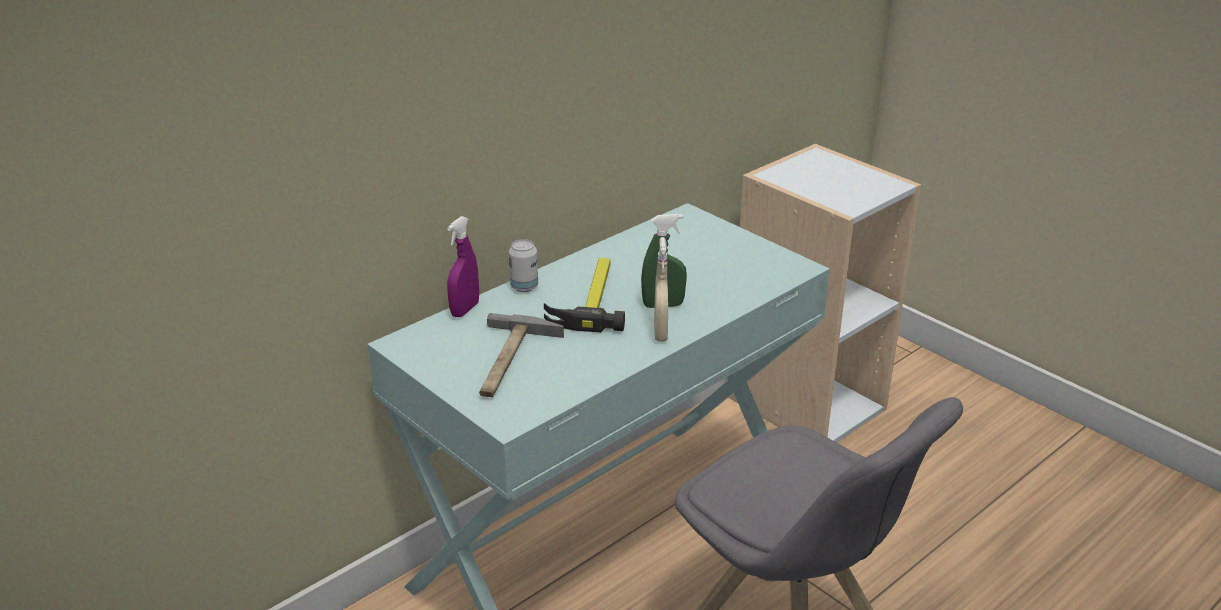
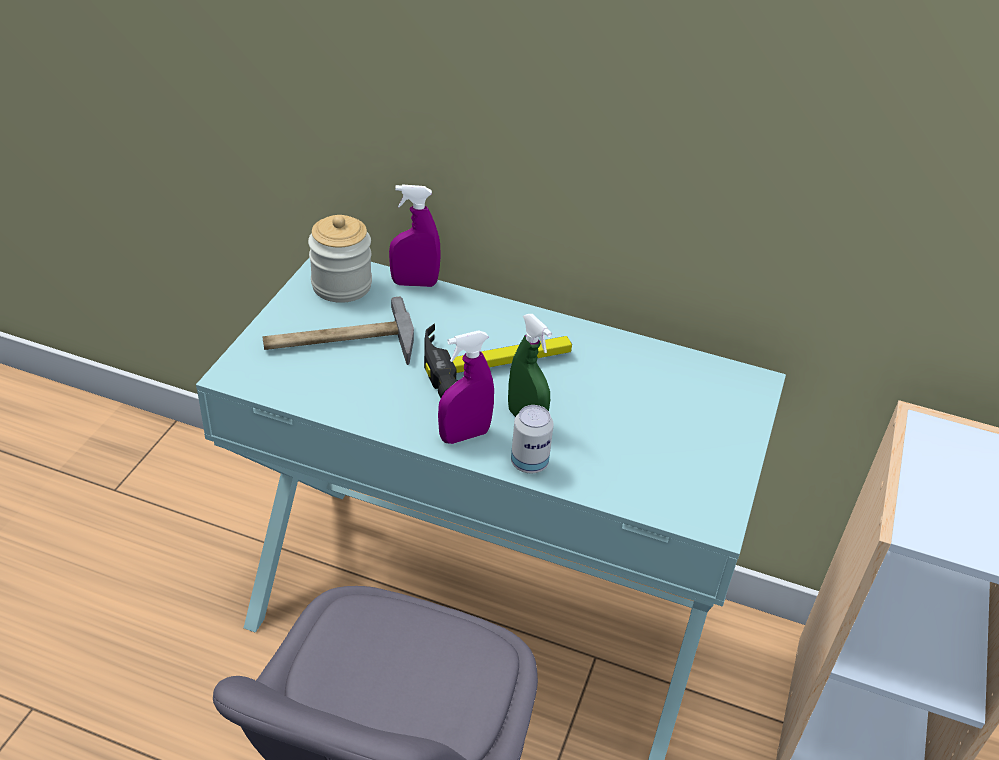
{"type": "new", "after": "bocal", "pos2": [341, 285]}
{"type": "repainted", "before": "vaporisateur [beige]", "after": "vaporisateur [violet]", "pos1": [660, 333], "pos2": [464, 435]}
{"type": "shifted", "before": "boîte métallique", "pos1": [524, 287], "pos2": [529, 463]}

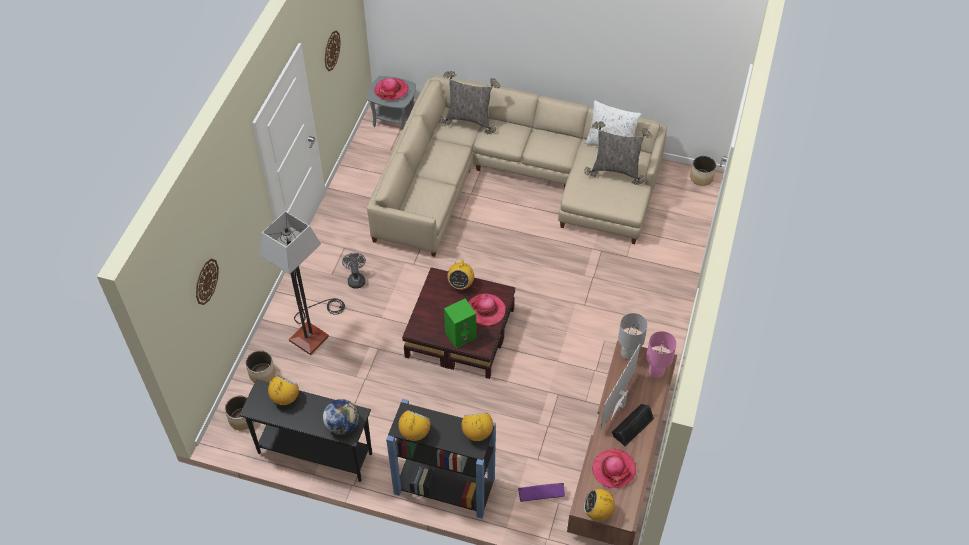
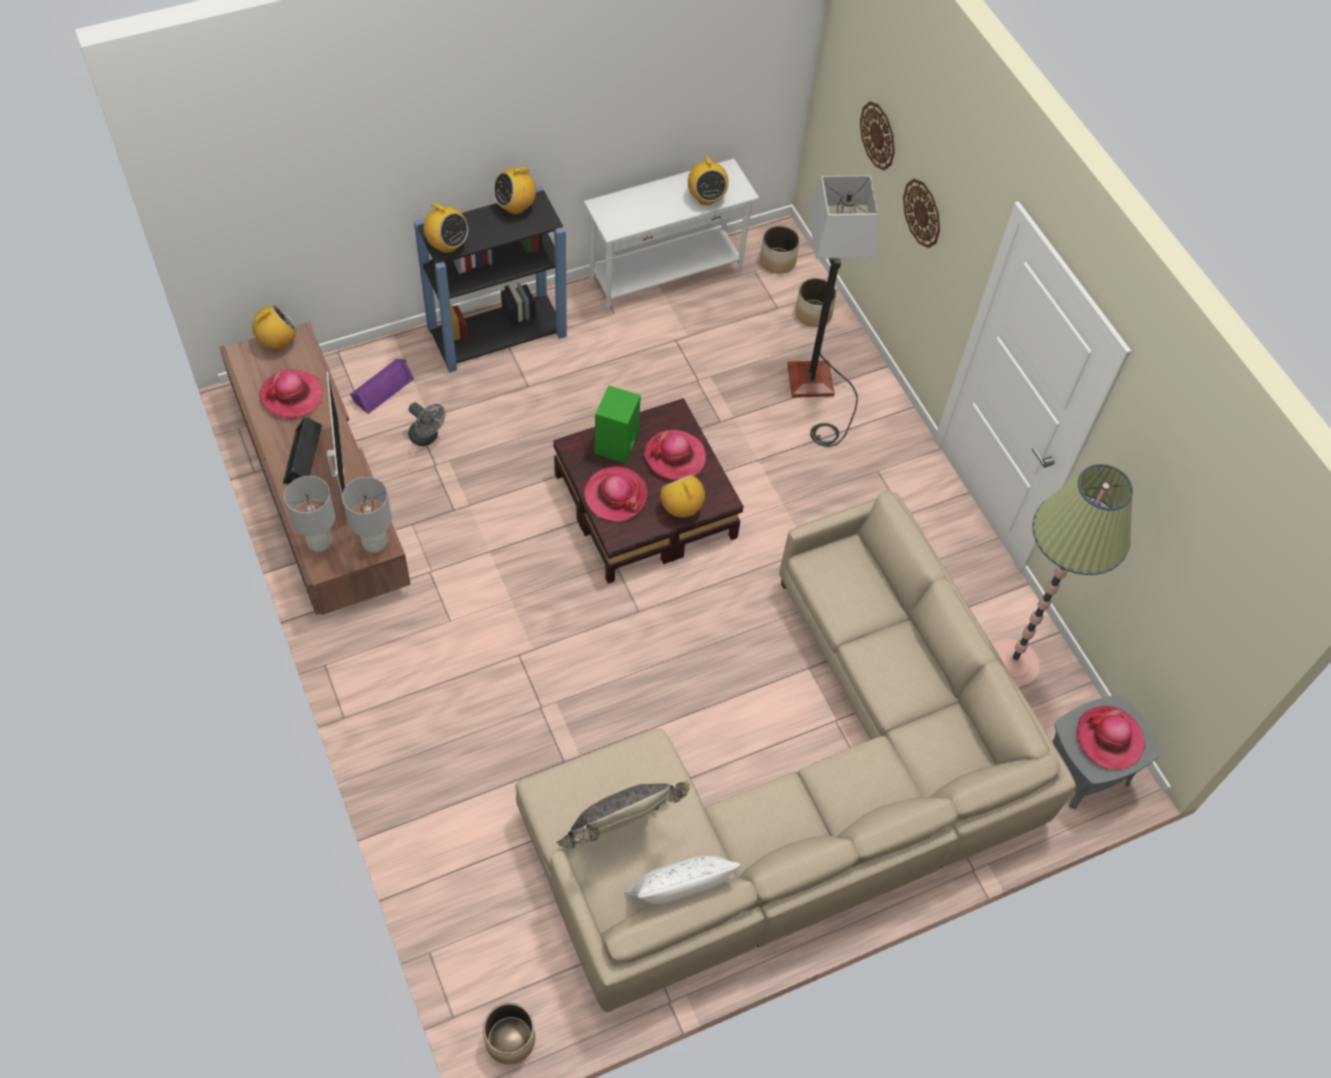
{"type": "repainted", "before": "lampe de table [rose]", "after": "lampe de table [gris]", "pos1": [656, 373], "pos2": [319, 543]}
{"type": "shifted", "before": "ventilateur [gris]", "pos1": [356, 279], "pos2": [427, 437]}
{"type": "rotated", "before": "radio", "pos1": [415, 433], "pos2": [515, 206], "turn": 75}
{"type": "repainted", "before": "table console [noir]", "after": "table console [blanc]", "pos1": [314, 454], "pos2": [666, 276]}
{"type": "new", "after": "chapeau", "pos2": [675, 457]}
{"type": "shifted", "before": "horloge murale", "pos1": [331, 50], "pos2": [922, 213]}
{"type": "new", "after": "lampadaire", "pos2": [1012, 664]}
{"type": "gone", "before": "globe", "pos1": [342, 425]}
{"type": "gone", "before": "coussin", "pos1": [470, 123]}

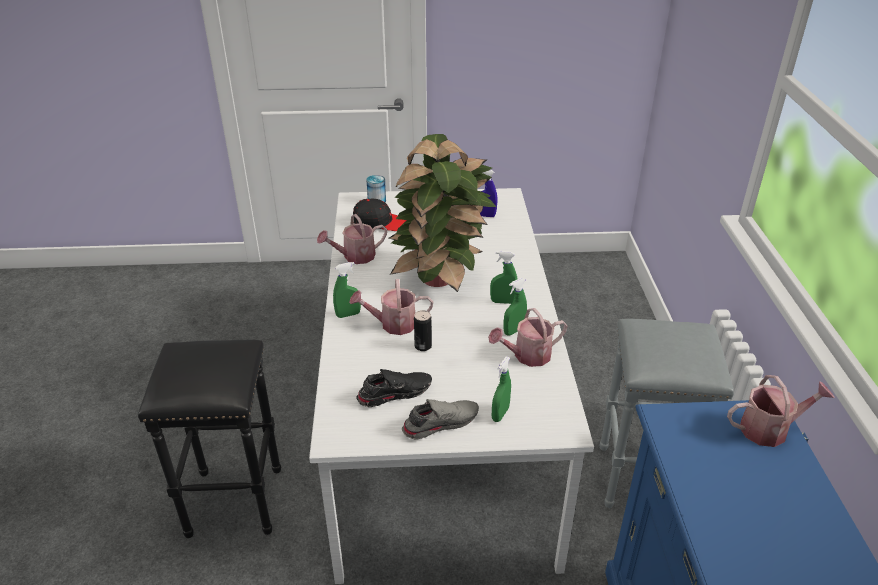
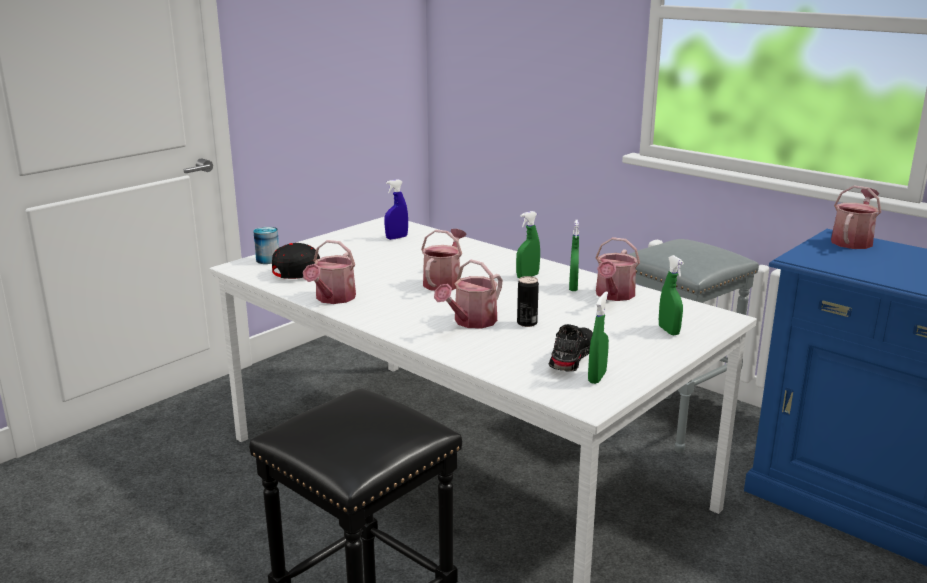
{"type": "swapped", "before": "plante en pot", "after": "arrosoir", "pos1": [440, 276], "pos2": [444, 282]}
{"type": "shifted", "before": "vaporisateur [vert]", "pos1": [348, 314], "pos2": [597, 377]}
{"type": "gone", "before": "chaussure [gris]", "pos1": [440, 422]}

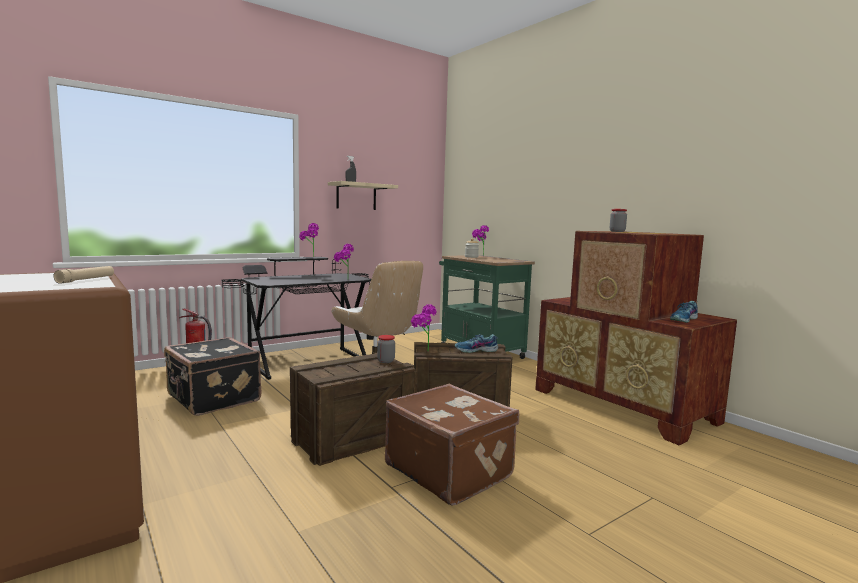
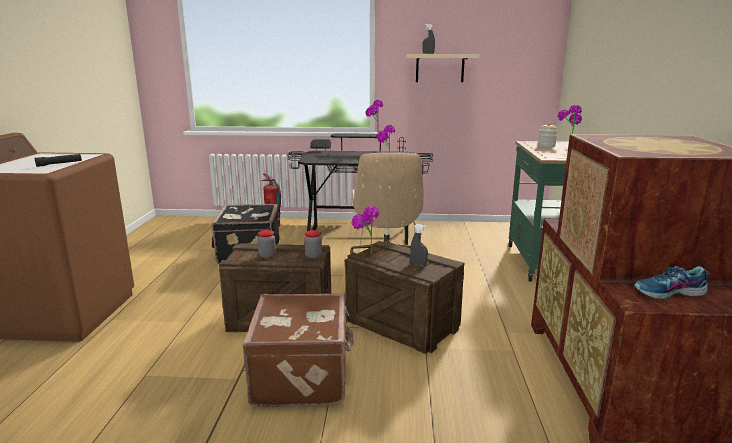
{"type": "repainted", "before": "lampe de poche [beige]", "after": "lampe de poche [noir]", "pos1": [86, 280], "pos2": [59, 164]}
{"type": "shifted", "before": "bocal", "pos1": [617, 231], "pos2": [267, 255]}
{"type": "swapped", "before": "chaussure", "after": "vaporisateur [gris]", "pos1": [476, 350], "pos2": [418, 264]}

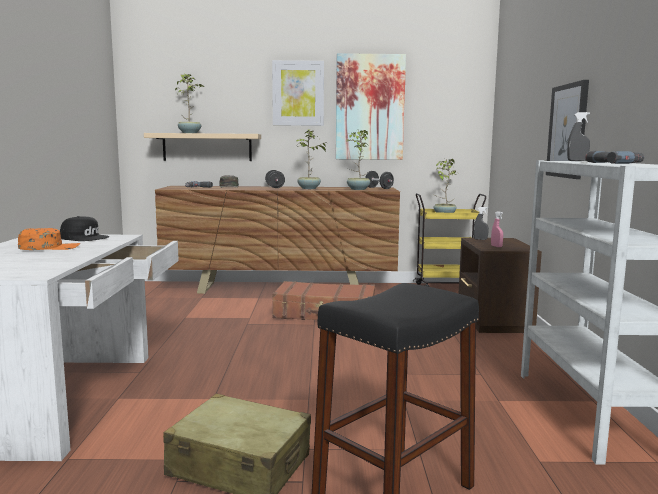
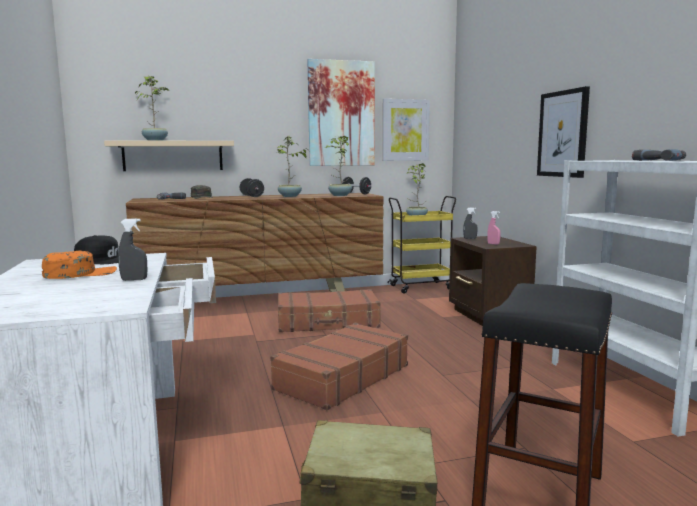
{"type": "shifted", "before": "vaporisateur [gris]", "pos1": [577, 160], "pos2": [134, 279]}
{"type": "new", "after": "valise [marron]", "pos2": [341, 377]}
{"type": "shifted", "before": "tableau", "pos1": [298, 93], "pos2": [405, 130]}

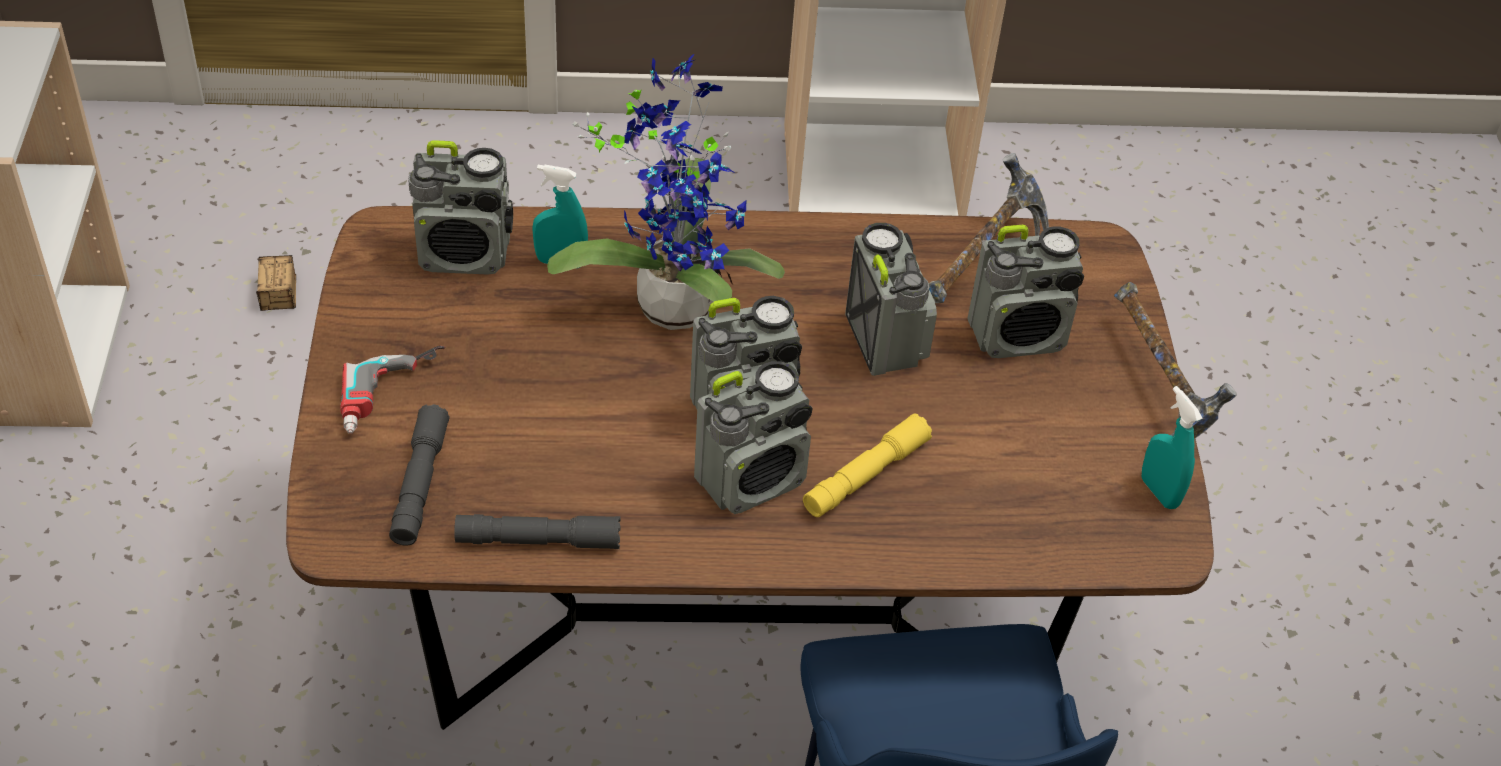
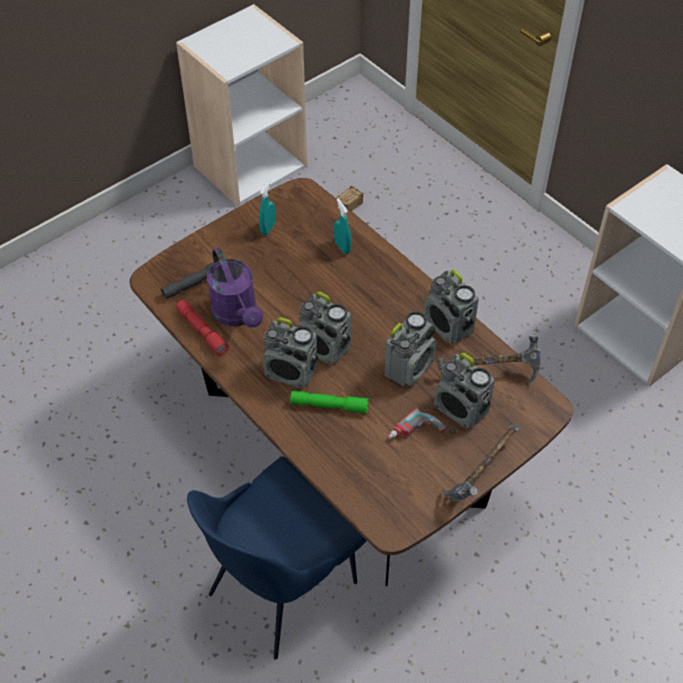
{"type": "repainted", "before": "lampe de poche [gris]", "after": "lampe de poche [rouge]", "pos1": [538, 540], "pos2": [202, 331]}
{"type": "new", "after": "arrosoir [violet]", "pos2": [238, 315]}
{"type": "shifted", "before": "vaporisateur [turquoise]", "pos1": [1159, 492], "pos2": [268, 228]}
{"type": "repainted", "before": "lampe de poche [jaune]", "after": "lampe de poche [vert]", "pos1": [865, 475], "pos2": [329, 406]}
{"type": "shifted", "before": "perceuse", "pos1": [394, 396], "pos2": [423, 437]}
{"type": "shifted", "before": "radio", "pos1": [465, 255], "pos2": [448, 326]}
{"type": "gone", "before": "plante en pot", "pos1": [673, 299]}

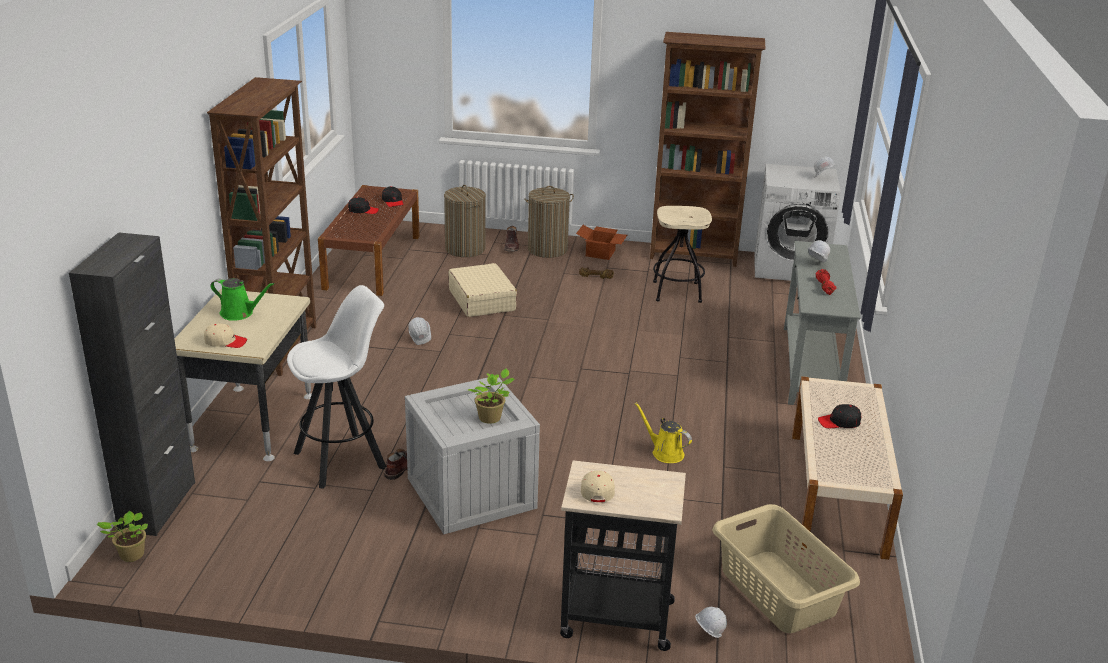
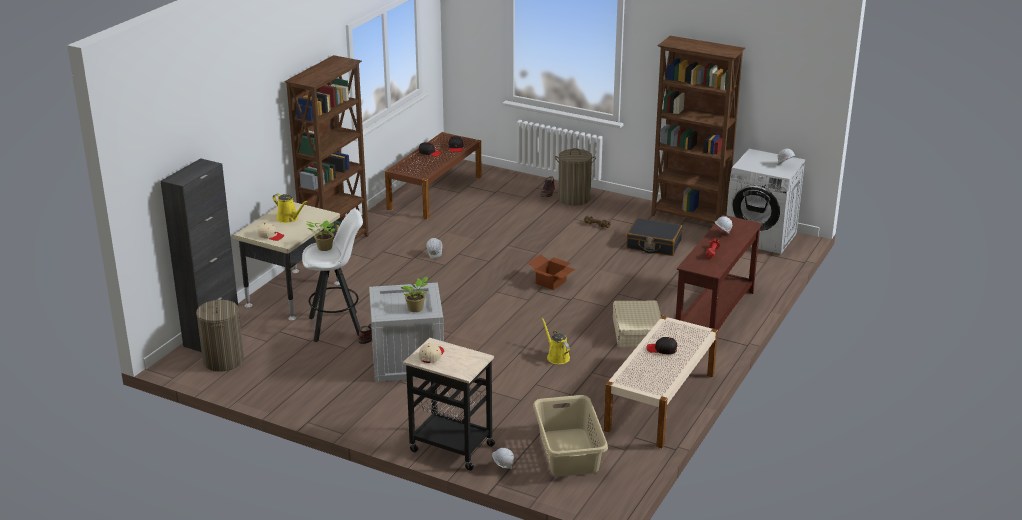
{"type": "shifted", "before": "panier à linge", "pos1": [465, 249], "pos2": [223, 360]}
{"type": "repainted", "before": "arrosoir [vert]", "after": "arrosoir [jaune]", "pos1": [239, 313], "pos2": [289, 218]}
{"type": "shifted", "before": "plante en pot", "pos1": [130, 555], "pos2": [323, 248]}
{"type": "shifted", "before": "carton", "pos1": [601, 253], "pos2": [551, 283]}
{"type": "shifted", "before": "valise [beige]", "pos1": [482, 300], "pos2": [637, 333]}
{"type": "swapped", "before": "tabouret [beige]", "after": "valise [noir]", "pos1": [677, 291], "pos2": [653, 244]}
{"type": "repainted", "before": "table console [gris]", "after": "table console [marron]", "pos1": [811, 367], "pos2": [715, 315]}

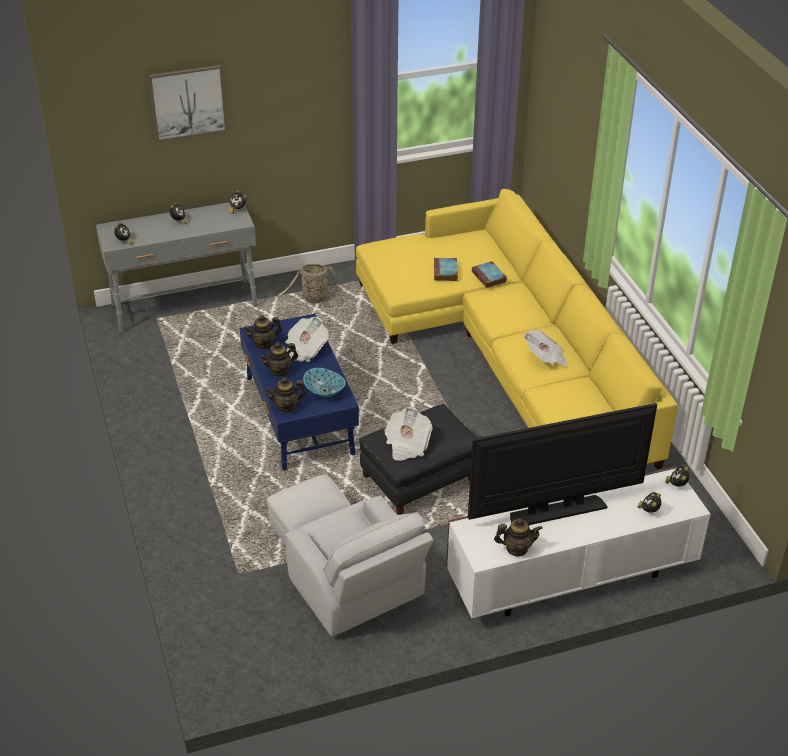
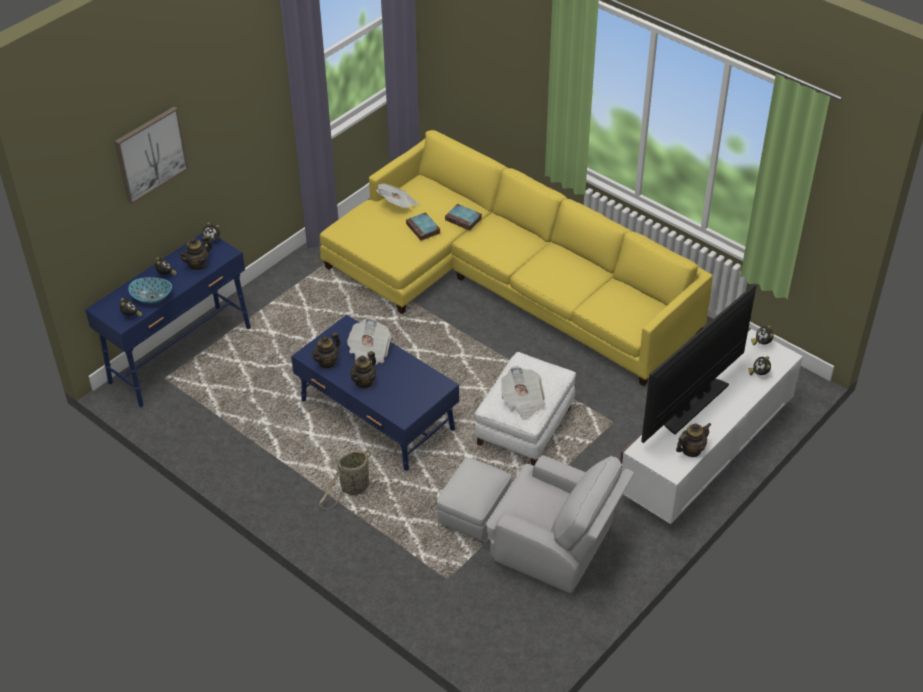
{"type": "repainted", "before": "table console [gris]", "after": "table console [bleu]", "pos1": [185, 307], "pos2": [181, 355]}
{"type": "shifted", "before": "bol", "pos1": [324, 390], "pos2": [152, 297]}
{"type": "shifted", "before": "théière", "pos1": [286, 407], "pos2": [198, 264]}
{"type": "shifted", "before": "panier", "pos1": [313, 299], "pos2": [353, 489]}
{"type": "shifted", "before": "journal", "pos1": [545, 358], "pos2": [398, 205]}
{"type": "repainted", "before": "pouf [noir]", "after": "pouf [blanc]", "pos1": [419, 479], "pos2": [525, 427]}

